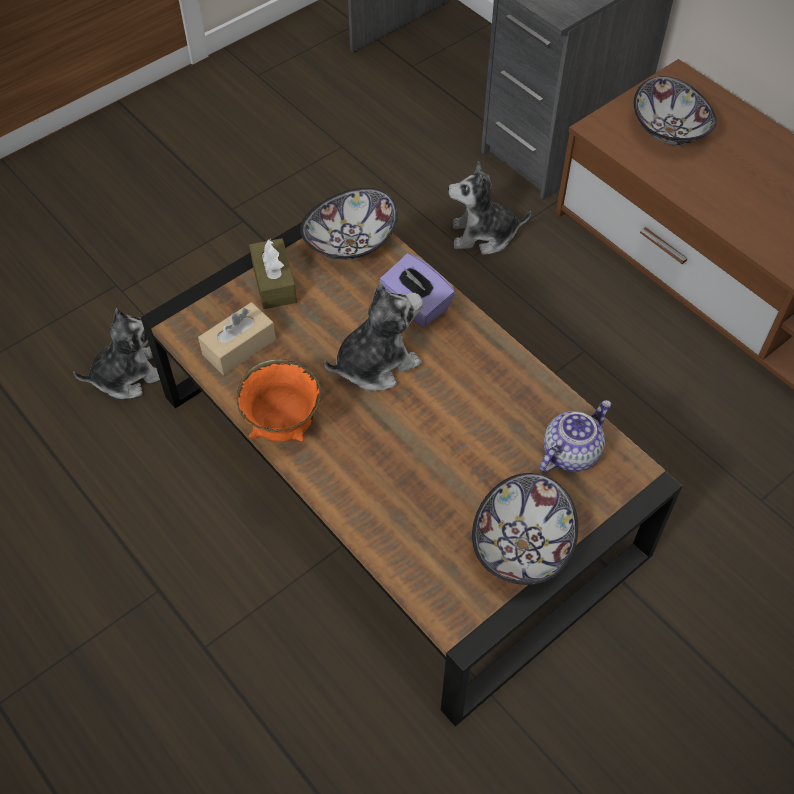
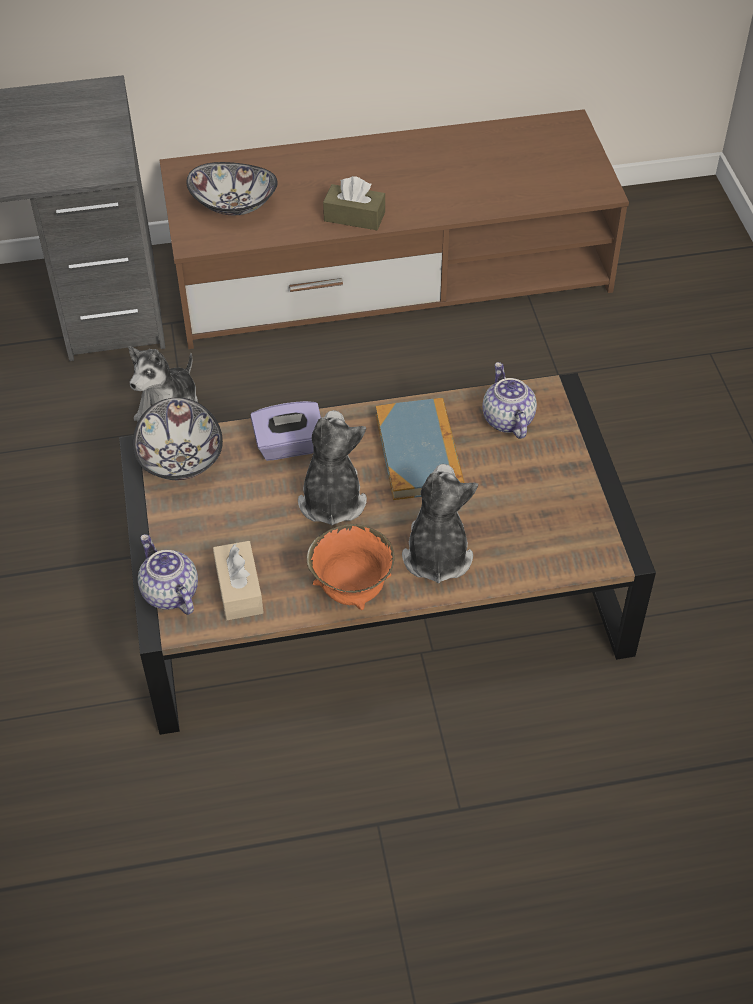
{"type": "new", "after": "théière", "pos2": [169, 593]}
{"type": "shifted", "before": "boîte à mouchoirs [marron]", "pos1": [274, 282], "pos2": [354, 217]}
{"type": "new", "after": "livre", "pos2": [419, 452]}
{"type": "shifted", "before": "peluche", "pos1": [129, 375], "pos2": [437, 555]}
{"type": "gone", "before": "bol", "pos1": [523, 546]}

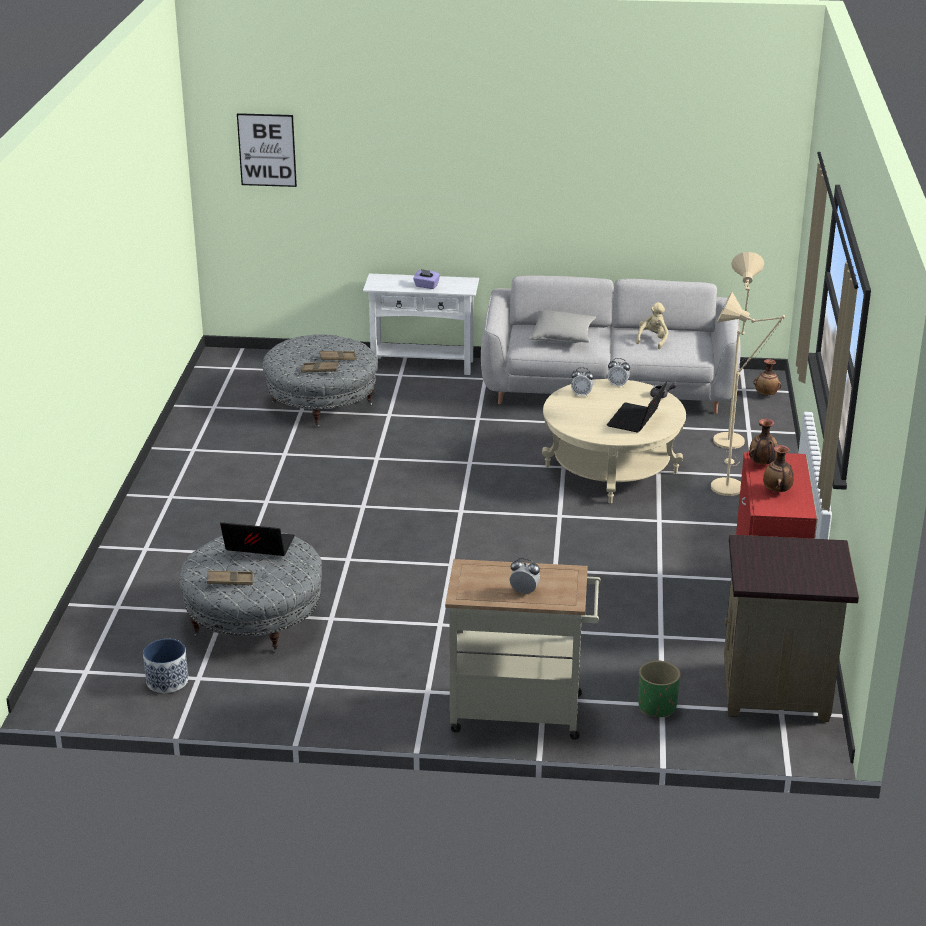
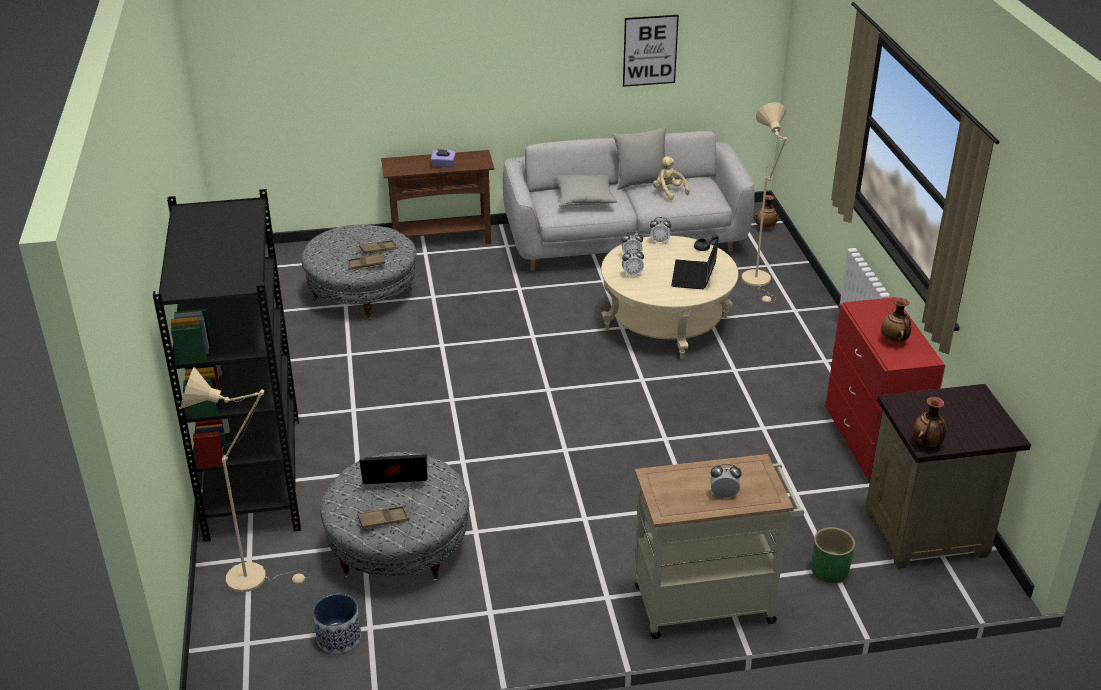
{"type": "new", "after": "bibliothèque [noir]", "pos2": [254, 477]}
{"type": "shifted", "before": "lampadaire [beige]", "pos1": [734, 488], "pos2": [254, 577]}
{"type": "repainted", "before": "table console [blanc]", "after": "table console [marron]", "pos1": [422, 365], "pos2": [441, 240]}
{"type": "new", "after": "coussin [gris]", "pos2": [640, 182]}
{"type": "new", "after": "réveil", "pos2": [632, 274]}
{"type": "shifted", "before": "tableau", "pos1": [267, 150], "pos2": [650, 50]}
{"type": "rotated", "before": "peluche [beige]", "pos1": [653, 340], "pos2": [668, 192], "turn": -45}
{"type": "shifted", "before": "vase", "pos1": [762, 464], "pos2": [927, 444]}

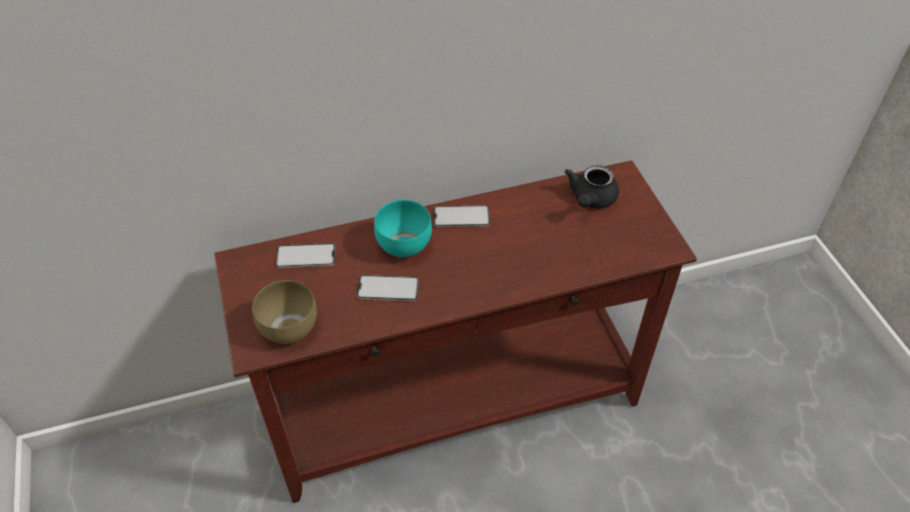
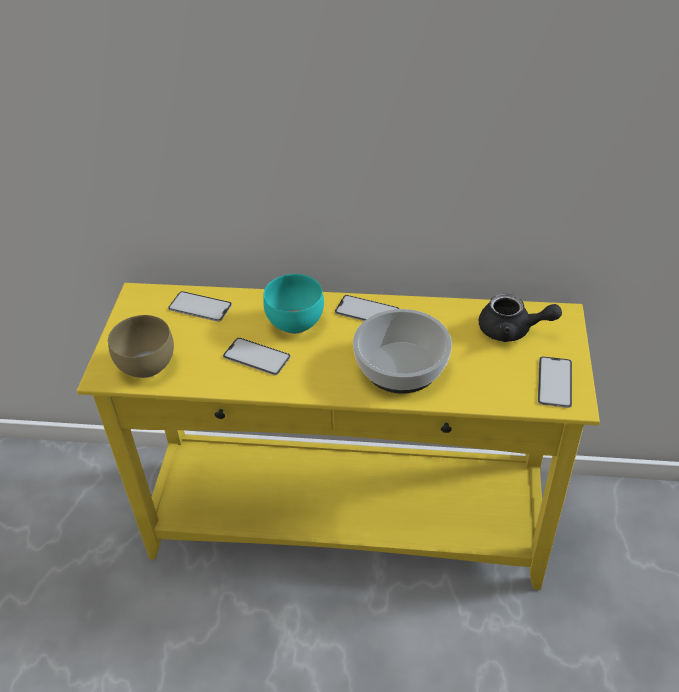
{"type": "repainted", "before": "table console [marron]", "after": "table console [jaune]", "pos1": [456, 401], "pos2": [348, 519]}
{"type": "new", "after": "bol", "pos2": [401, 367]}
{"type": "rotated", "before": "théière [noir]", "pos1": [590, 199], "pos2": [512, 330], "turn": -120}
{"type": "new", "after": "téléphone", "pos2": [554, 382]}

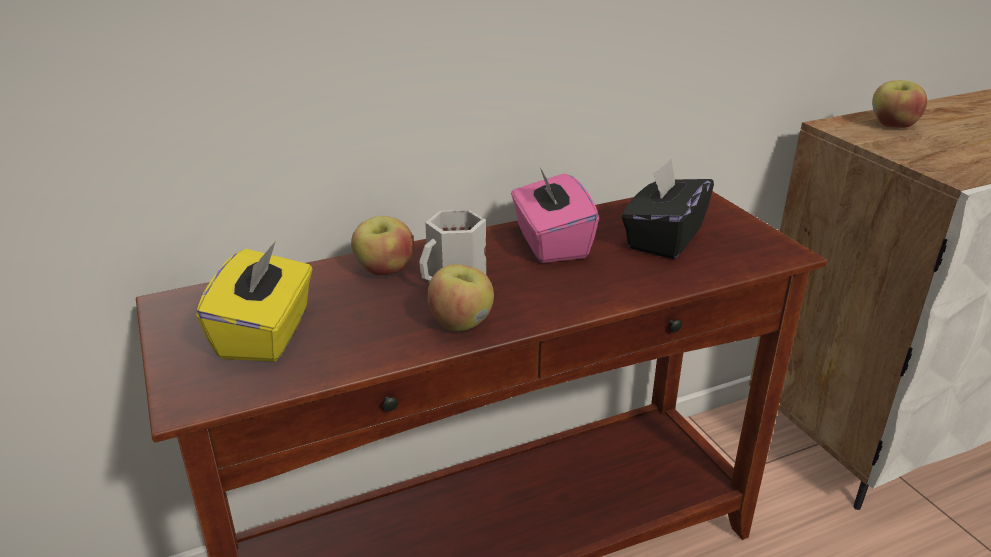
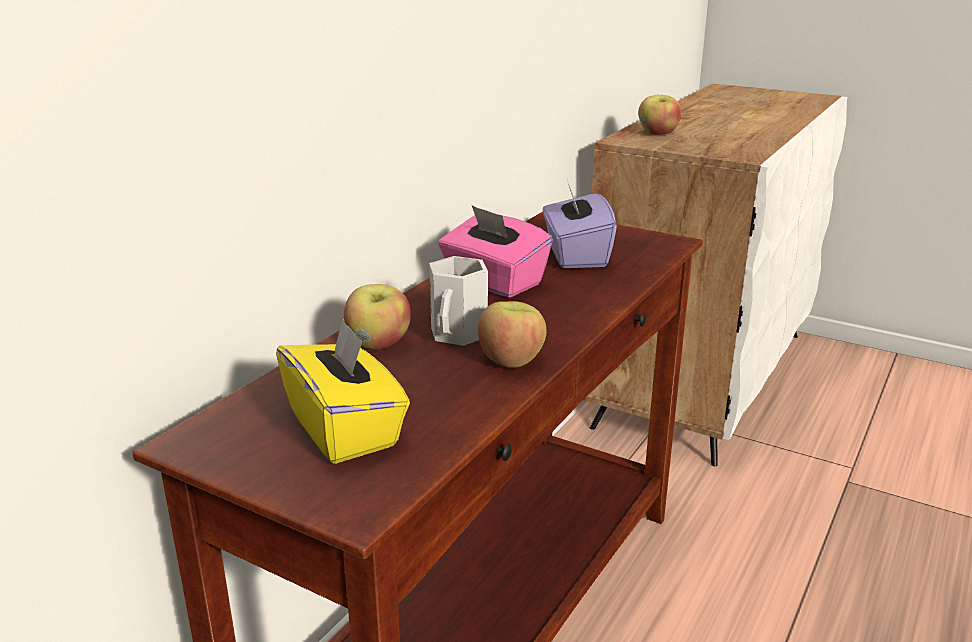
{"type": "repainted", "before": "boîte à mouchoirs [noir]", "after": "boîte à mouchoirs [violet]", "pos1": [663, 238], "pos2": [575, 255]}

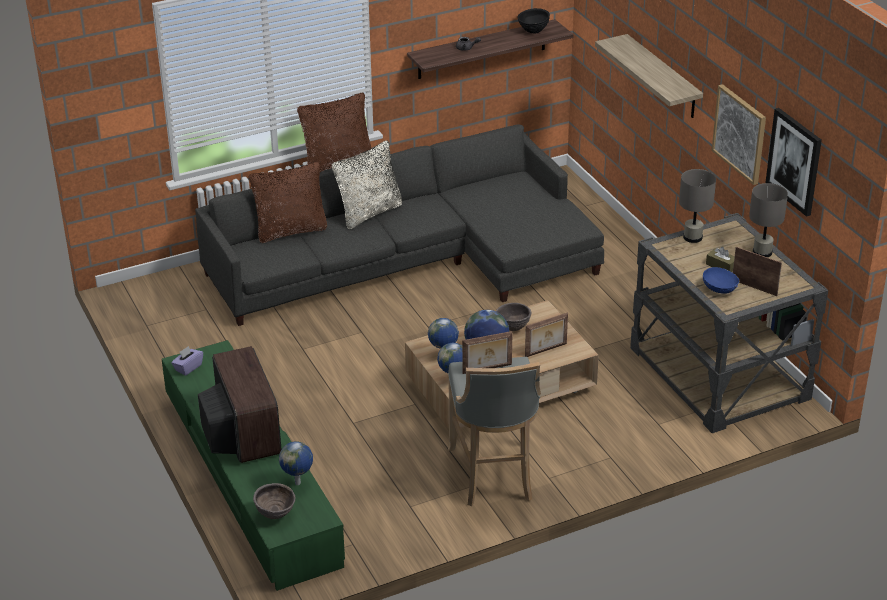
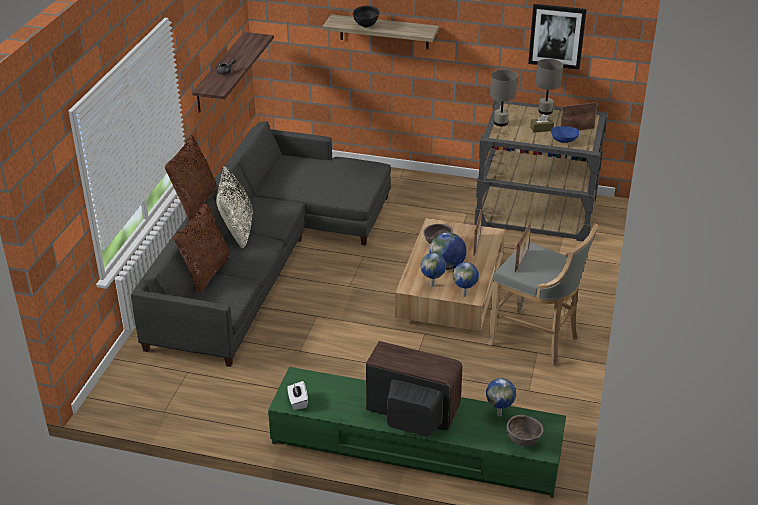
{"type": "repainted", "before": "boîte à mouchoirs [violet]", "after": "boîte à mouchoirs [blanc]", "pos1": [188, 367], "pos2": [298, 402]}
{"type": "shifted", "before": "bol [noir]", "pos1": [533, 32], "pos2": [366, 26]}
{"type": "gone", "before": "tableau", "pos1": [740, 133]}

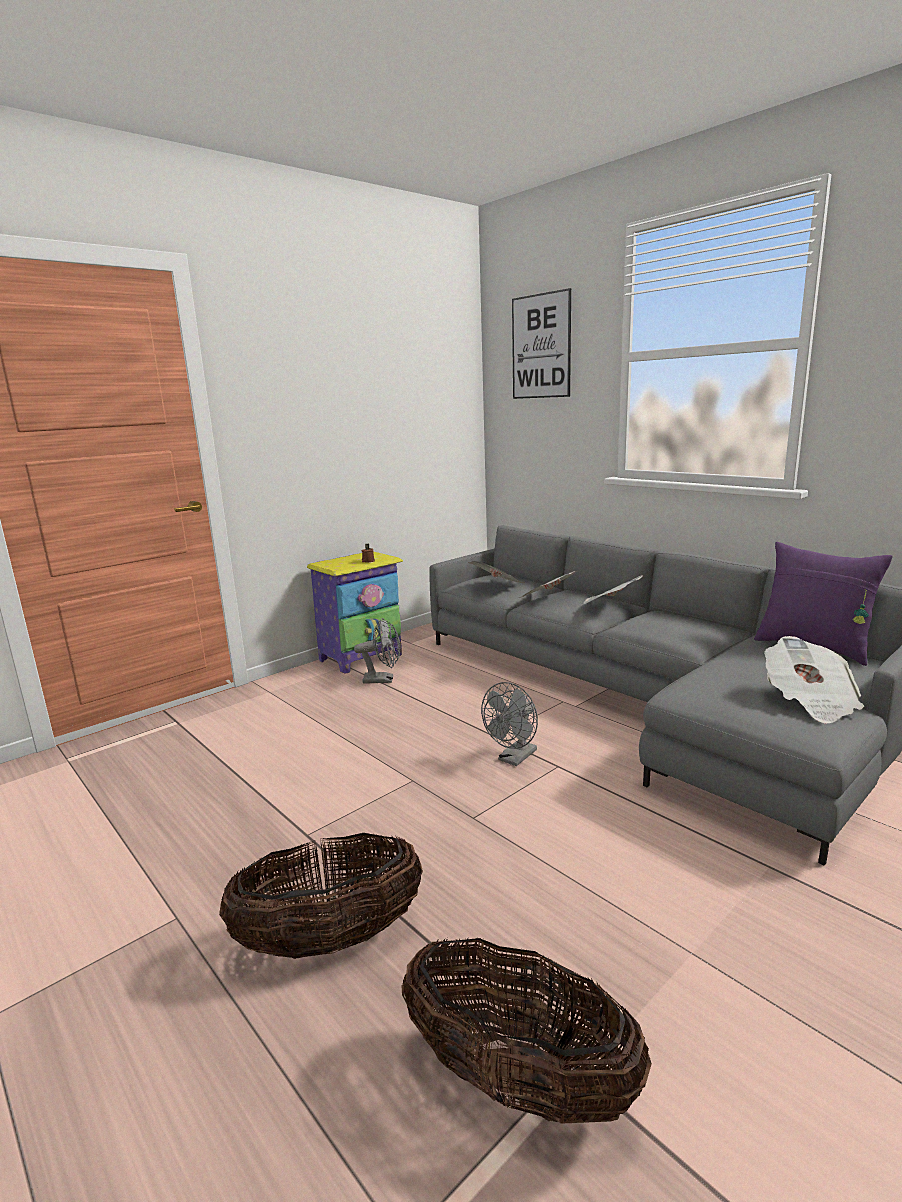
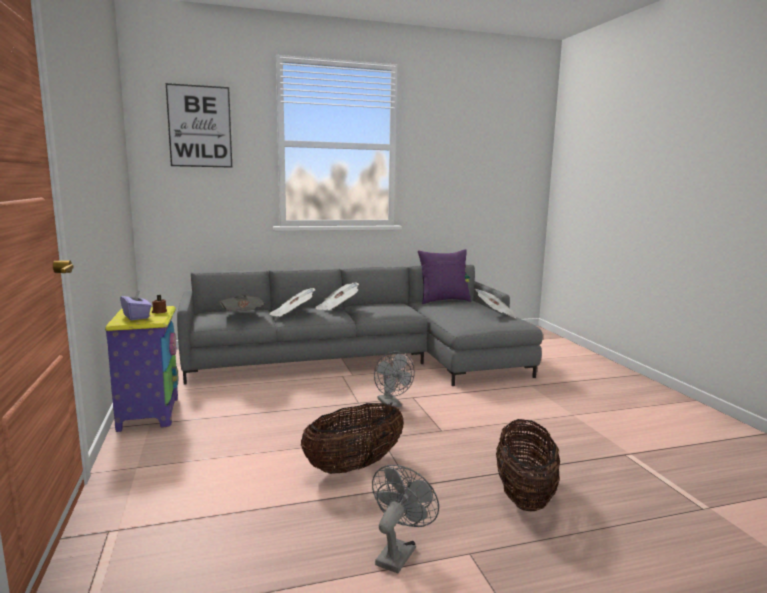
{"type": "new", "after": "boîte à mouchoirs [violet]", "pos2": [137, 316]}
{"type": "shifted", "before": "panier", "pos1": [519, 1081], "pos2": [354, 466]}
{"type": "shifted", "before": "ventilateur [gris]", "pos1": [383, 680], "pos2": [398, 552]}

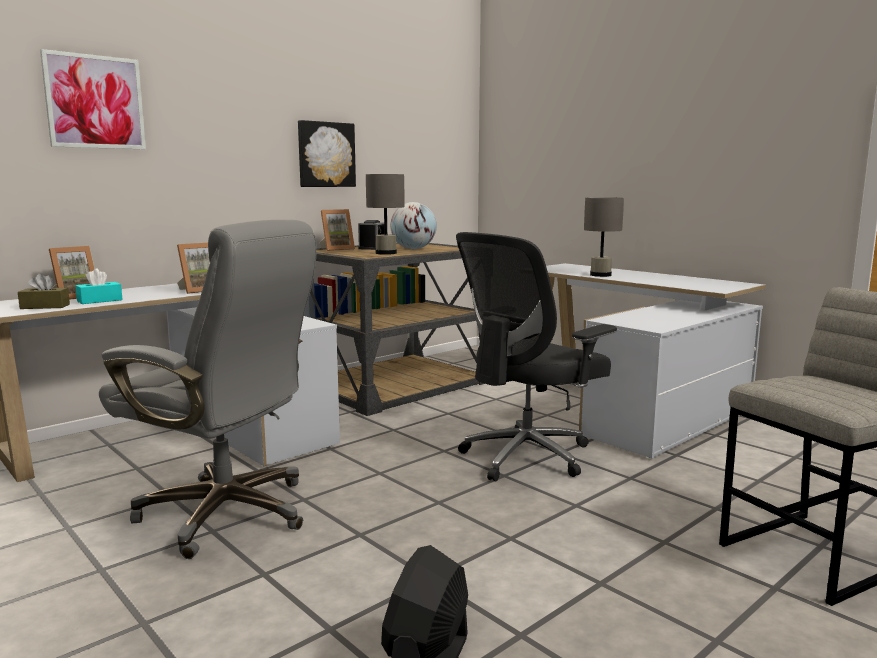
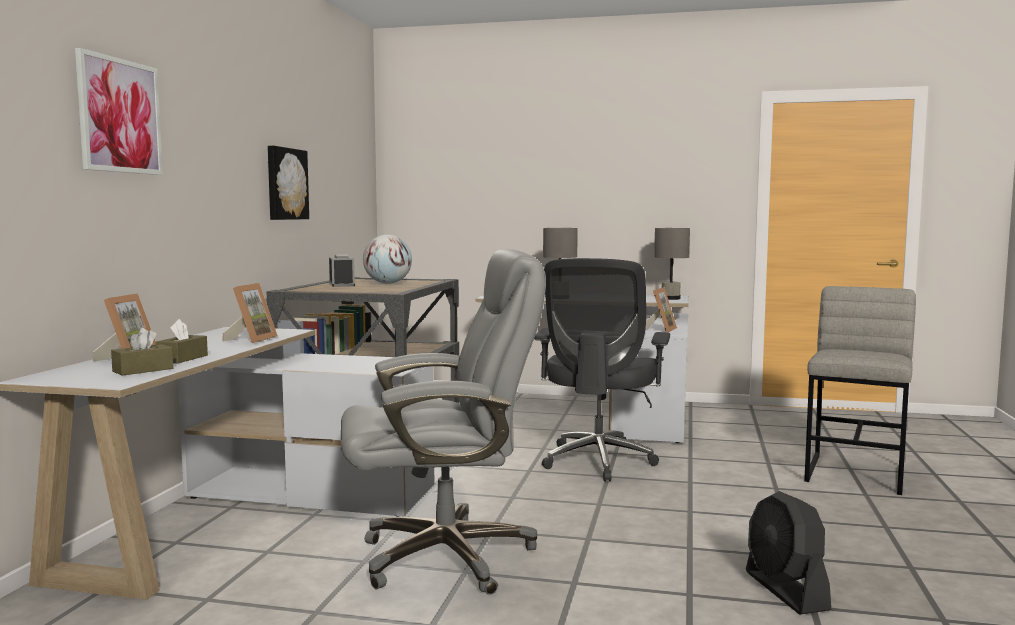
{"type": "repainted", "before": "boîte à mouchoirs [turquoise]", "after": "boîte à mouchoirs [marron]", "pos1": [99, 300], "pos2": [182, 358]}
{"type": "shifted", "before": "cadre photo", "pos1": [336, 249], "pos2": [660, 330]}
{"type": "shifted", "before": "lampe de table [gris]", "pos1": [385, 253], "pos2": [670, 298]}

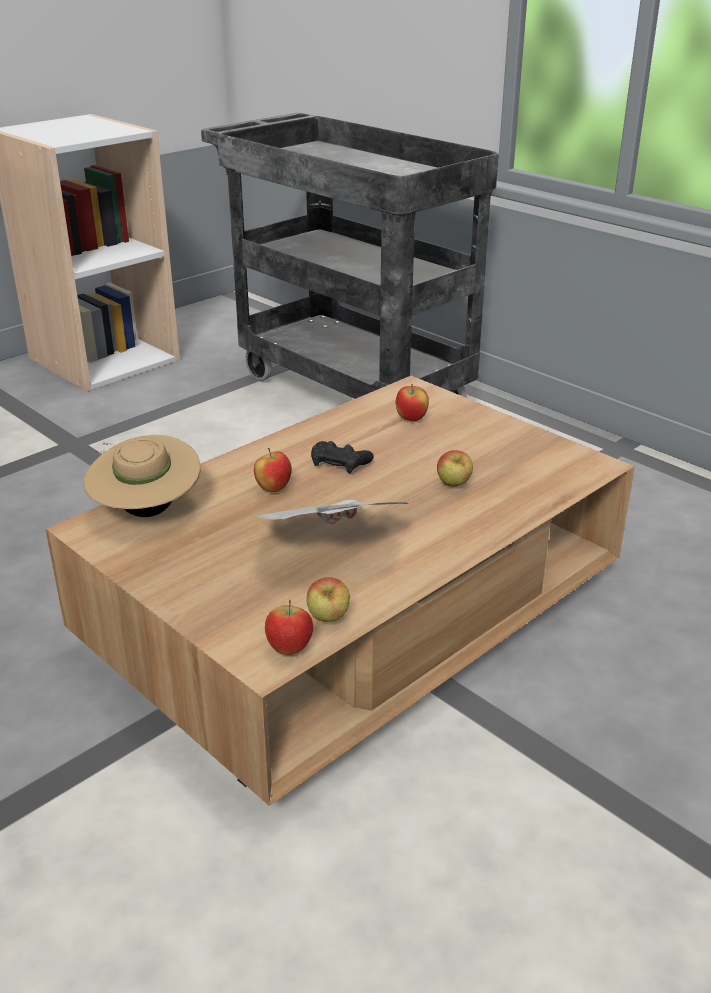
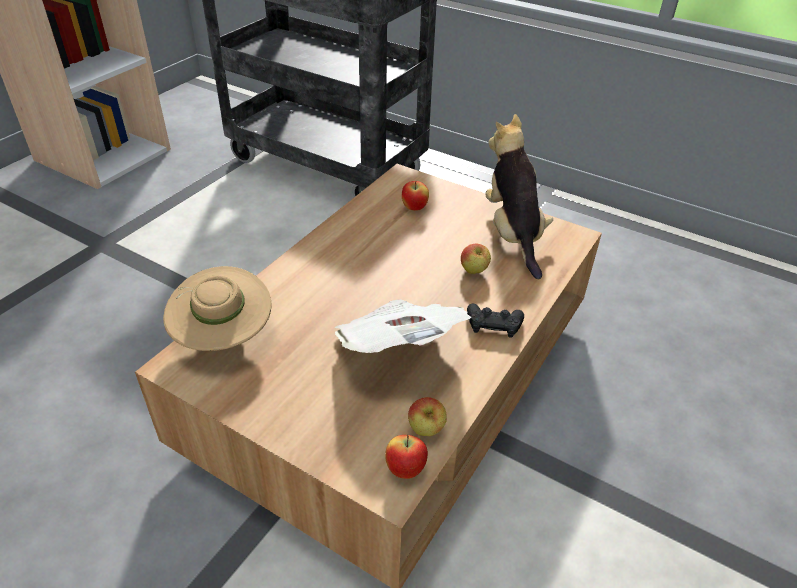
{"type": "shifted", "before": "manette [noir]", "pos1": [340, 463], "pos2": [494, 324]}
{"type": "new", "after": "peluche", "pos2": [512, 233]}
{"type": "gone", "before": "pomme", "pos1": [273, 489]}

